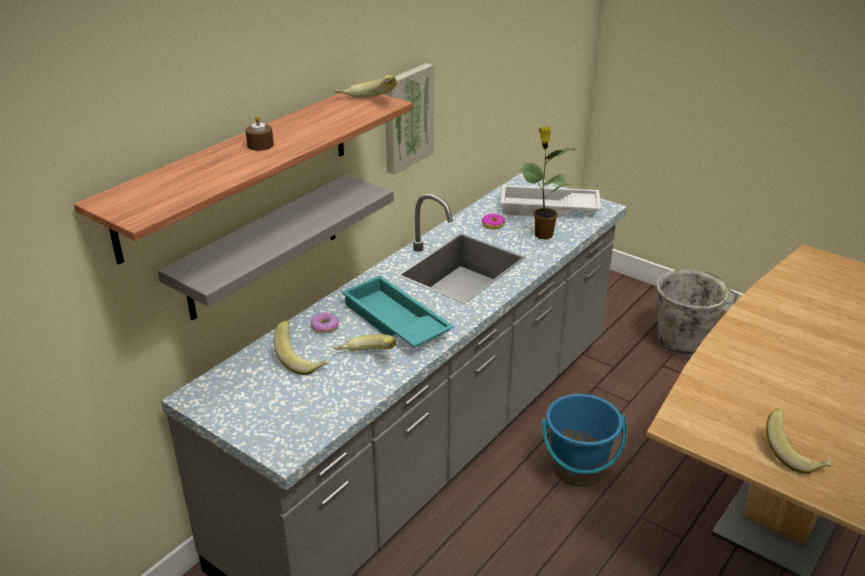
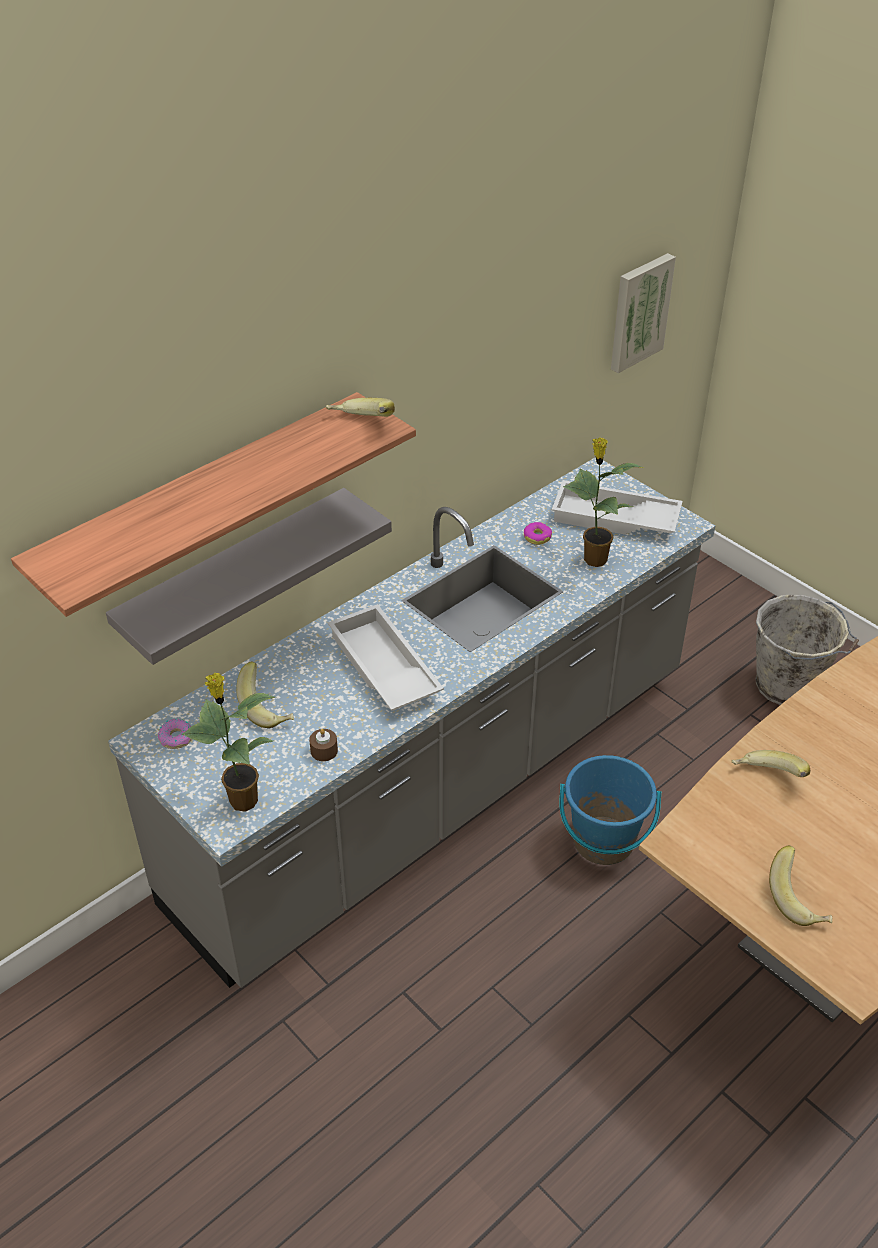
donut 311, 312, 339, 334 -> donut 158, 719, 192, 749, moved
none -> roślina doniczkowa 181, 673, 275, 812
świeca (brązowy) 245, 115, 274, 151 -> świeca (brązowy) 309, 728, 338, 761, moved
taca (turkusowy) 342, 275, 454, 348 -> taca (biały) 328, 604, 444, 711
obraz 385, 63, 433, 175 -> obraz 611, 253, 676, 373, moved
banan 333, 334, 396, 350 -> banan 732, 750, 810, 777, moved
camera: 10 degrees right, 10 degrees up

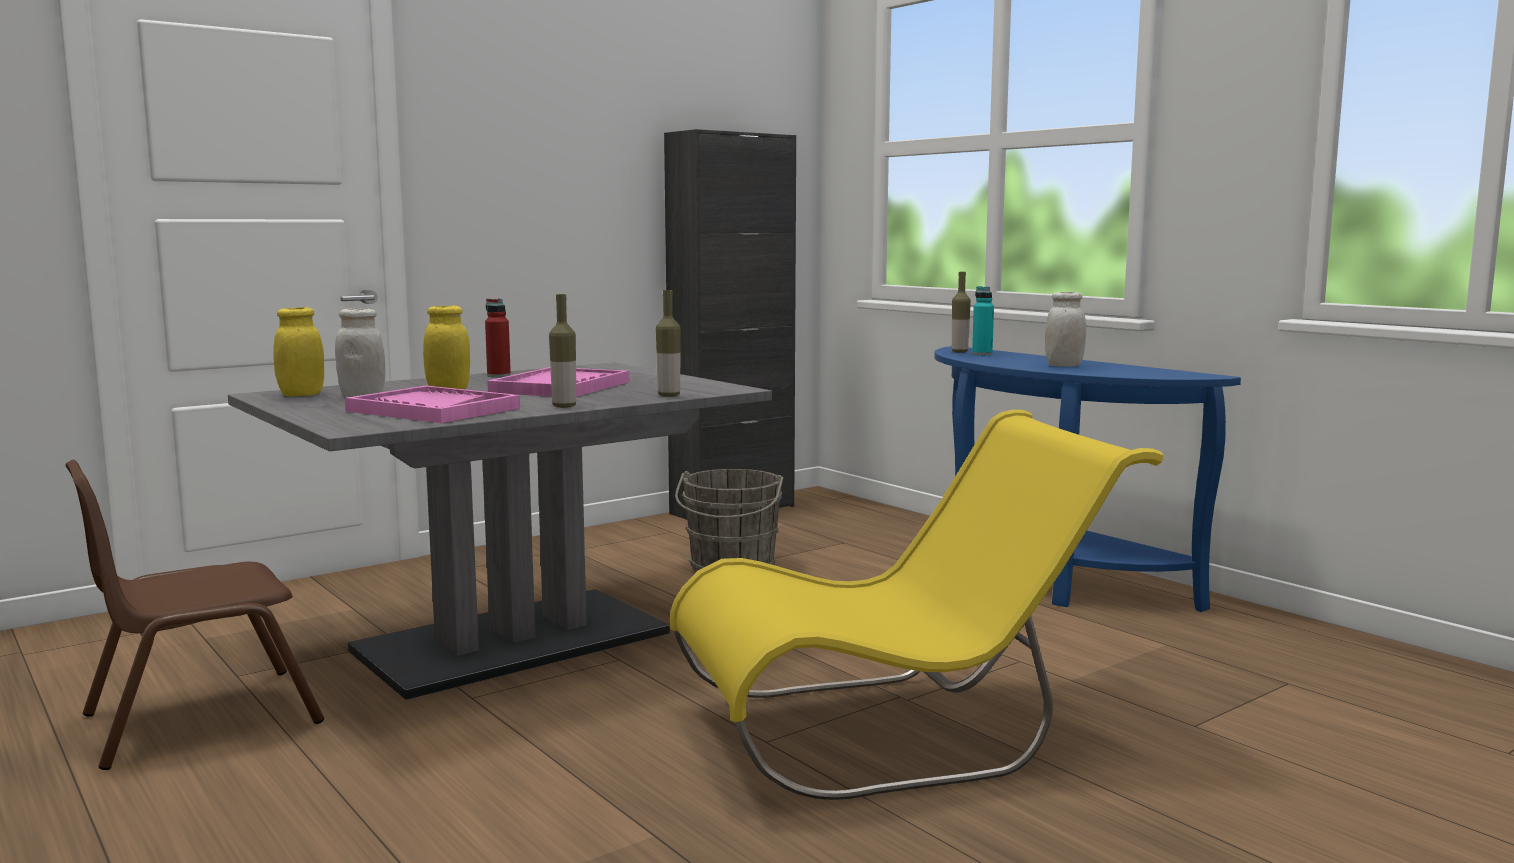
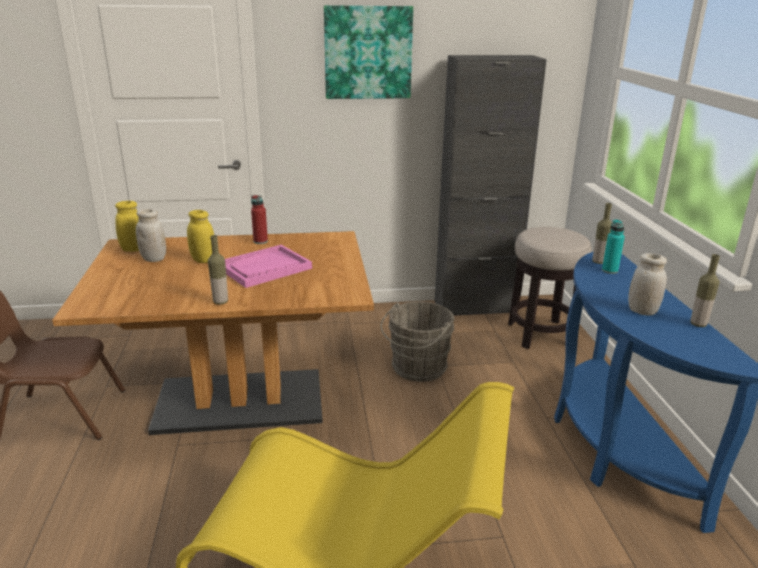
stół jadalny (szary) 228, 363, 772, 700 -> stół jadalny (brązowy) 52, 231, 374, 435
none -> obraz 324, 5, 413, 99
none -> stołek 508, 227, 592, 349
butelka 656, 290, 681, 397 -> butelka 691, 254, 720, 327, moved
taca (różowy) 345, 386, 520, 423 -> none
camera: 30 degrees right, 15 degrees up

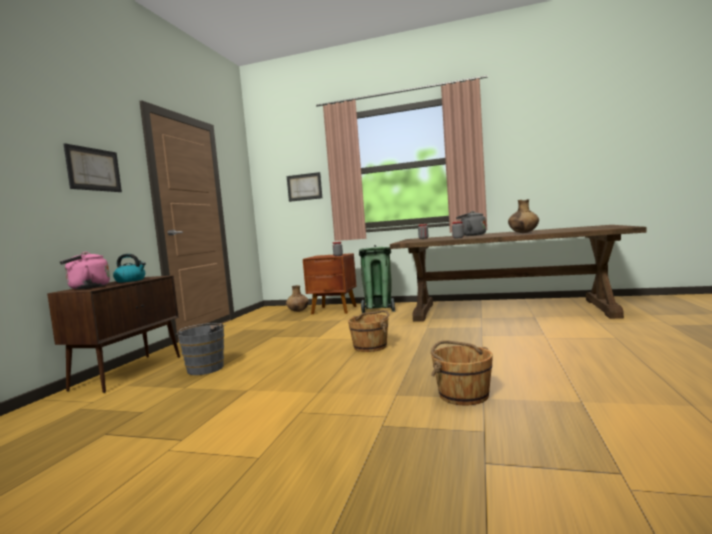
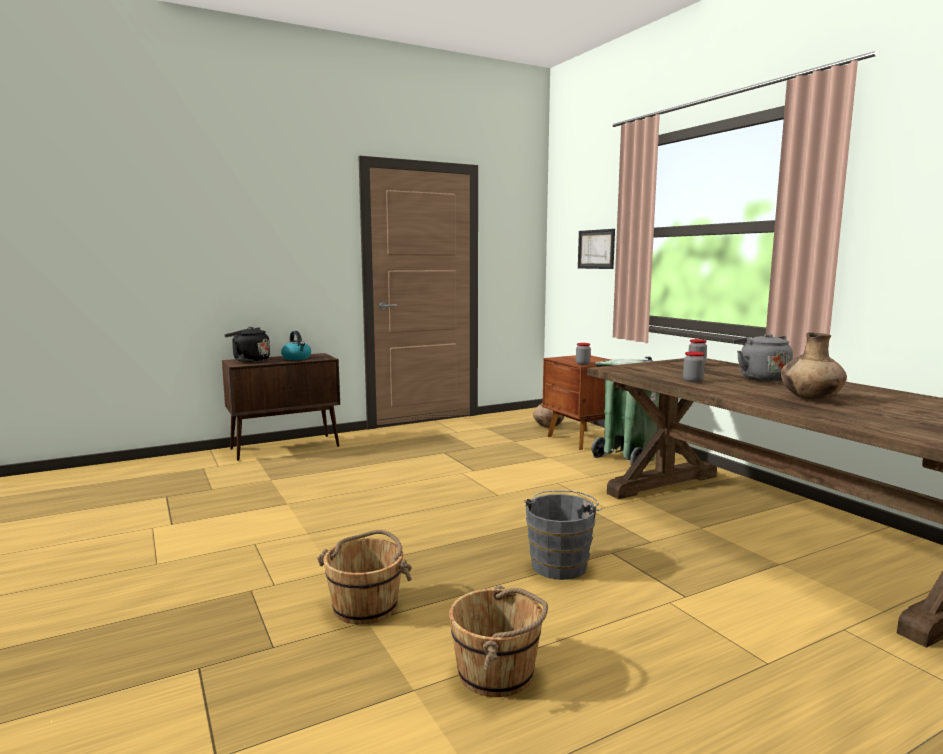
czajnik (różowy) 60, 252, 110, 289 -> czajnik (czarny) 224, 327, 270, 362
wiadro (brązowy) 348, 310, 389, 352 -> wiadro (brązowy) 449, 585, 548, 697, moved
wiadro (szary) 175, 323, 226, 375 -> wiadro (szary) 524, 490, 602, 580, moved
obraz 64, 143, 122, 192 -> none
camera: 45 degrees right, 5 degrees up

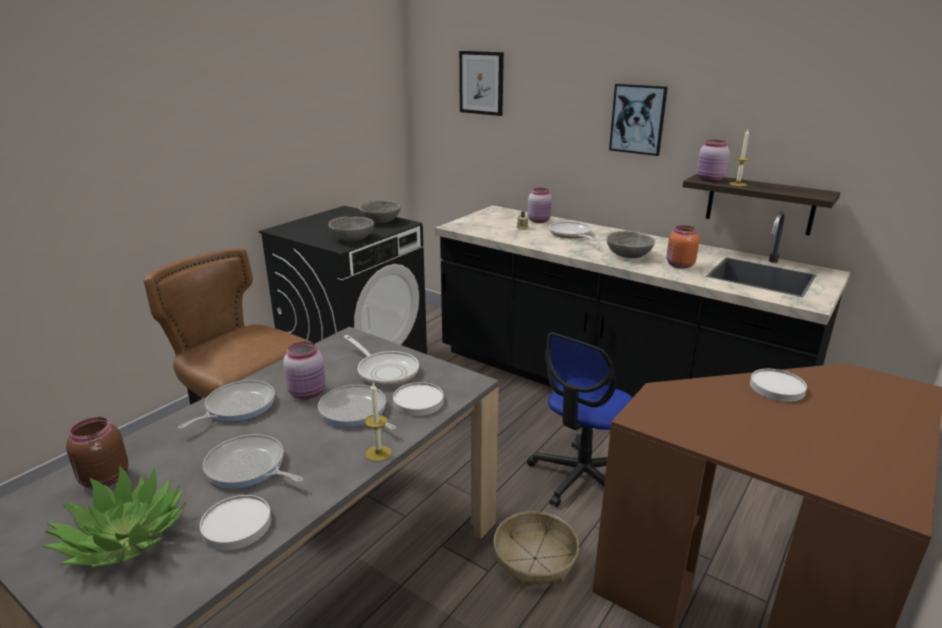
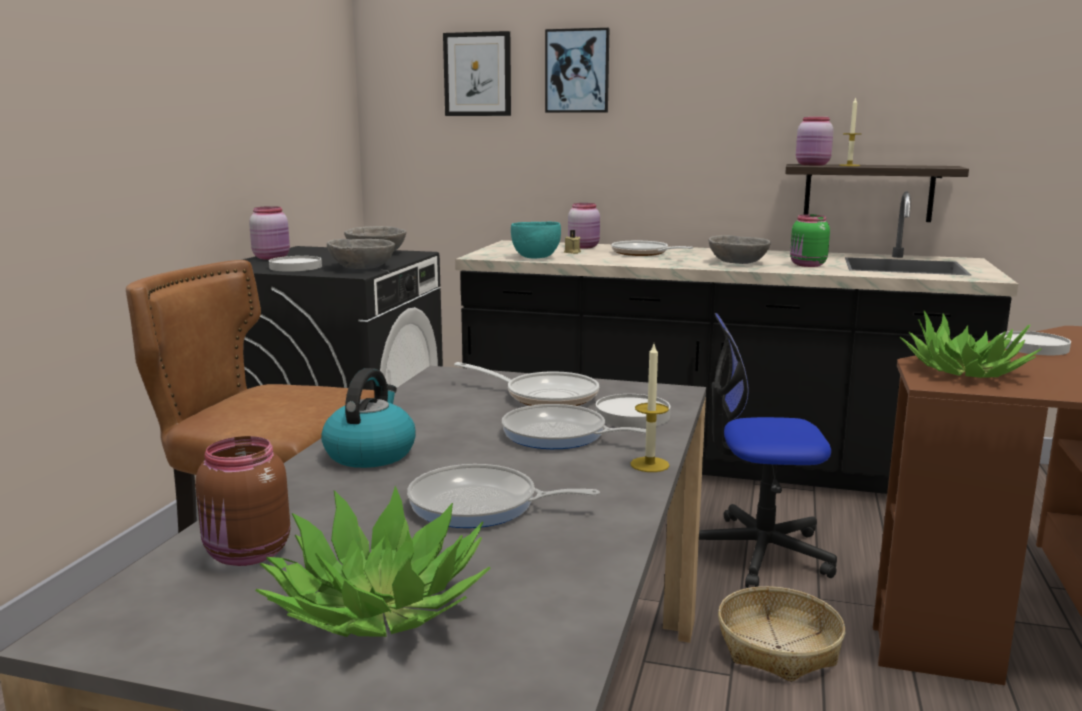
słoik (różowy) 283, 342, 326, 399 -> słoik (różowy) 249, 206, 290, 260, moved
talerz (biały) 200, 495, 271, 551 -> talerz (biały) 269, 256, 322, 272, moved
patelnia 178, 380, 275, 429 -> czajnik 321, 368, 416, 468
none -> miska (turkusowy) 511, 222, 561, 258
obraz 609, 84, 668, 156 -> obraz 545, 28, 609, 113, moved
krzesło biurowe 527, 332, 632, 507 -> krzesło biurowe 699, 313, 837, 588, 75 degrees clockwise
słoik (pomarańczowy) 666, 225, 699, 269 -> słoik (zielony) 790, 215, 830, 267
none -> roślina doniczkowa 899, 310, 1042, 378
camera: 20 degrees left, 10 degrees down

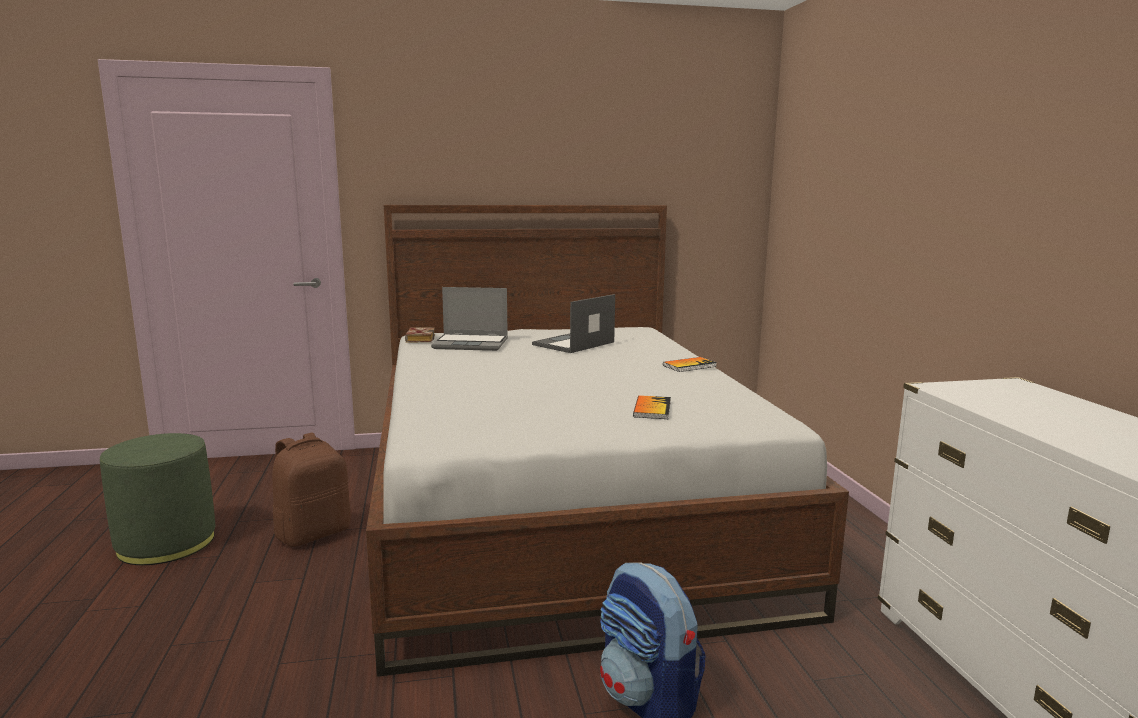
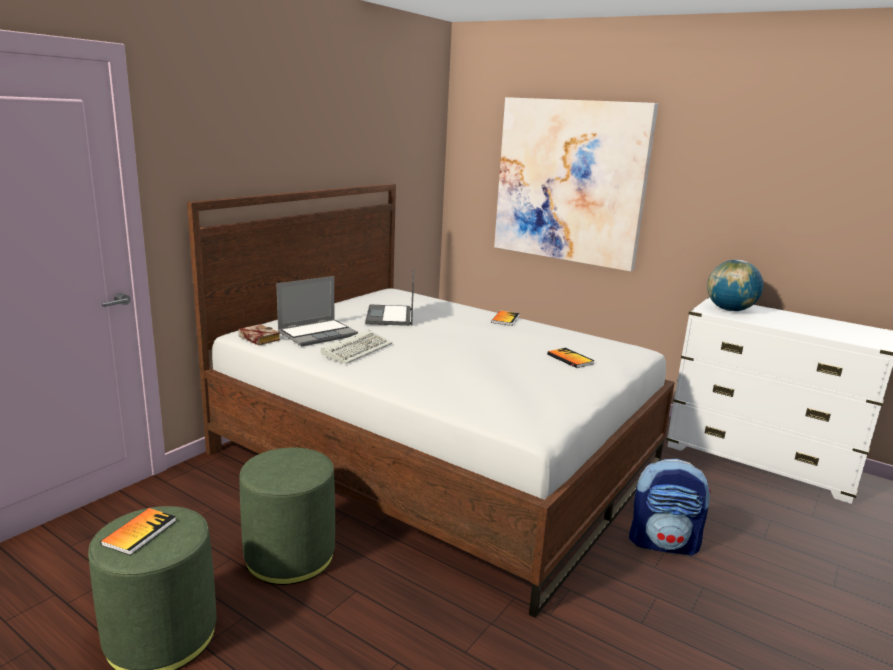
none -> książka 100, 508, 176, 555
plecak (brązowy) 272, 433, 351, 547 -> pufa (zielony) 239, 448, 335, 585
none -> klawiatura 320, 330, 392, 364
none -> obraz 494, 97, 658, 272
none -> globus 707, 260, 764, 311
camera: 45 degrees left, 5 degrees up

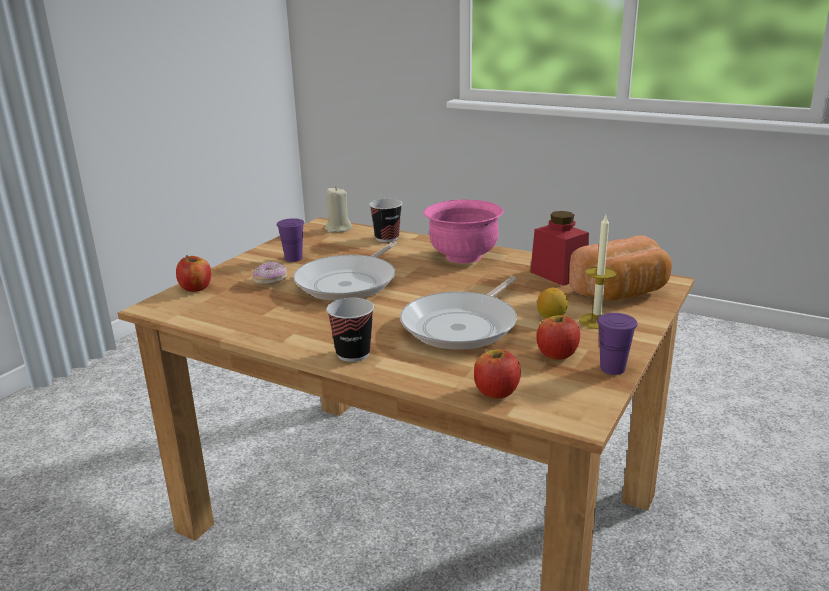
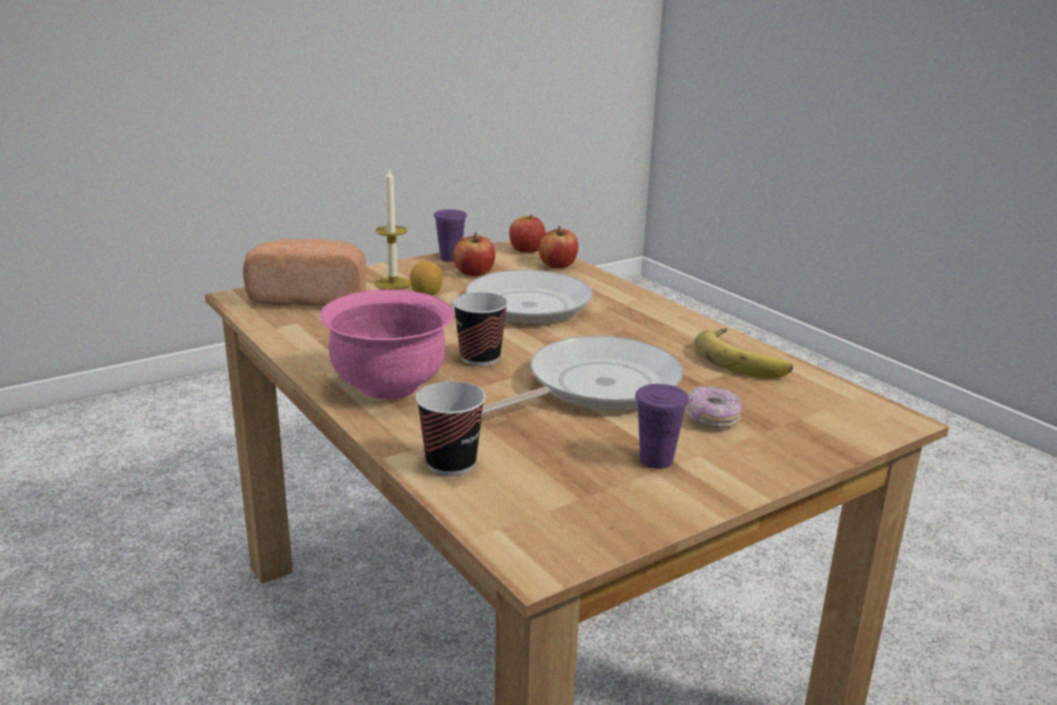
filiżanka 327, 298, 374, 362 -> filiżanka 453, 292, 508, 366, moved
jabłko 176, 255, 211, 292 -> jabłko 509, 215, 545, 253, moved
none -> banan 694, 328, 793, 379
świeca (beżowy) 325, 186, 352, 233 -> none
słoik (czerwony) 530, 211, 589, 286 -> none
camera: 155 degrees left, 0 degrees up

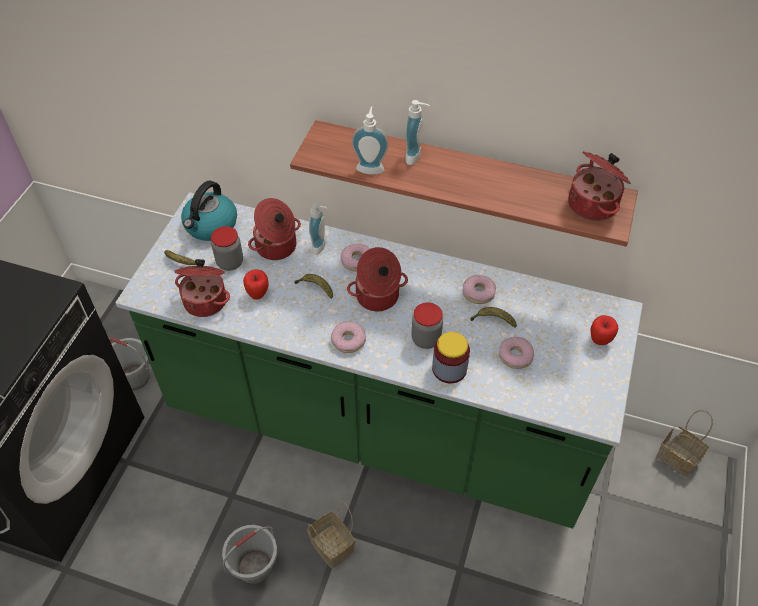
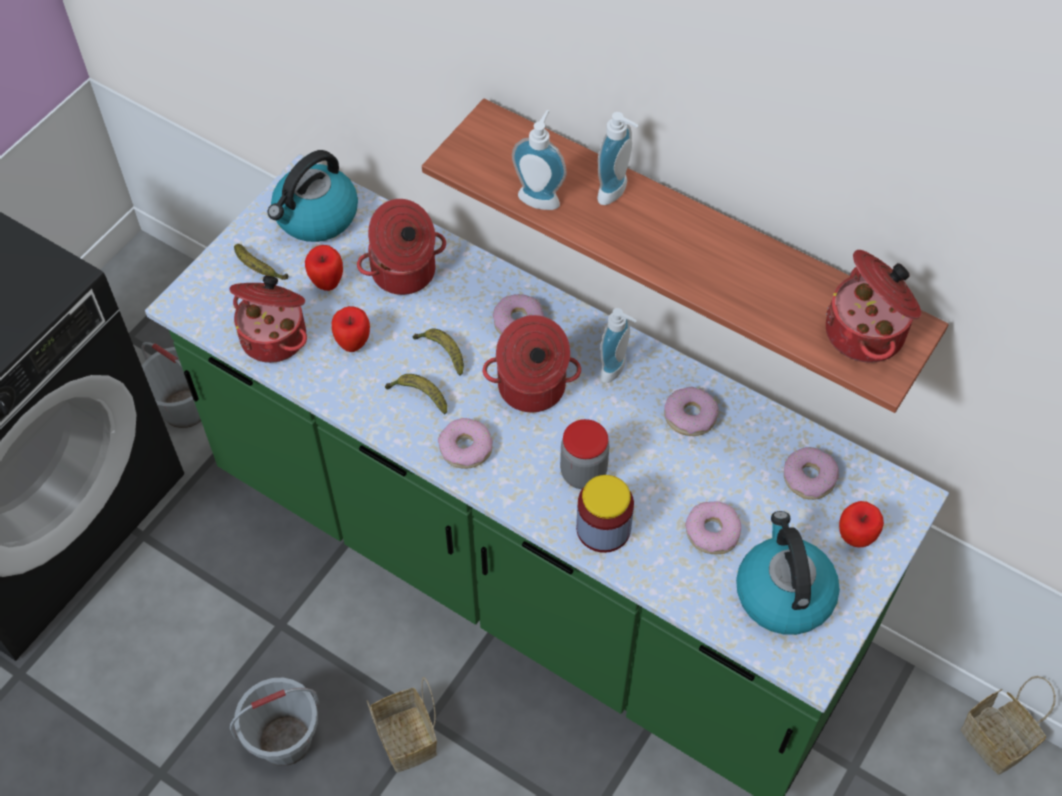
słoik 211, 226, 243, 271 -> jabłko 305, 245, 343, 291
banan 470, 307, 517, 328 -> banan 385, 374, 447, 414, moved
dozownik mydła 309, 203, 328, 255 -> dozownik mydła 600, 308, 637, 383, moved
none -> czajnik 736, 511, 840, 635
none -> donut 784, 447, 839, 500
camera: 15 degrees right, 5 degrees up

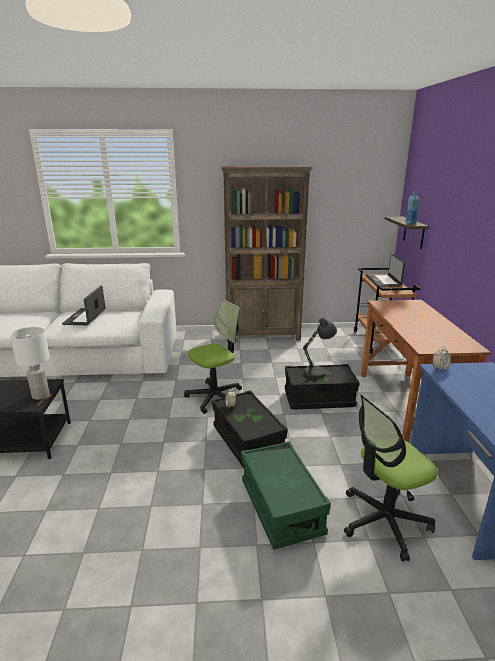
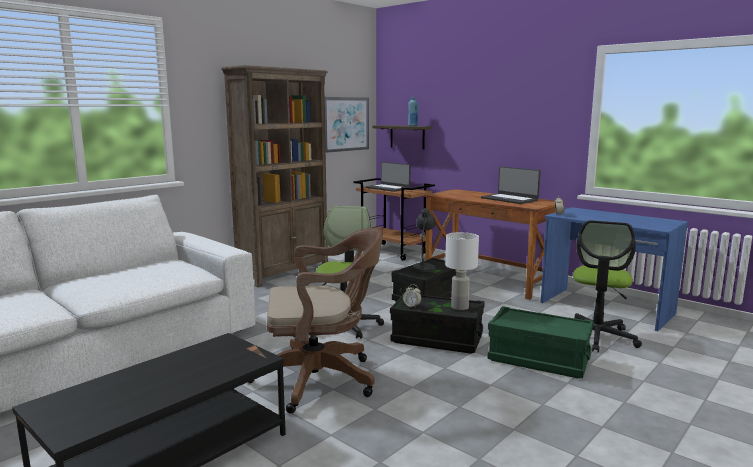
none -> krzesło biurowe (brązowy) 248, 228, 383, 413
none -> obraz 324, 97, 369, 153
lampa stołowa (biały) 10, 327, 50, 400 -> lampa stołowa (biały) 445, 232, 479, 310, moved
laptop 62, 286, 106, 325 -> laptop 481, 166, 541, 204, moved
camera: 45 degrees left, 10 degrees down

